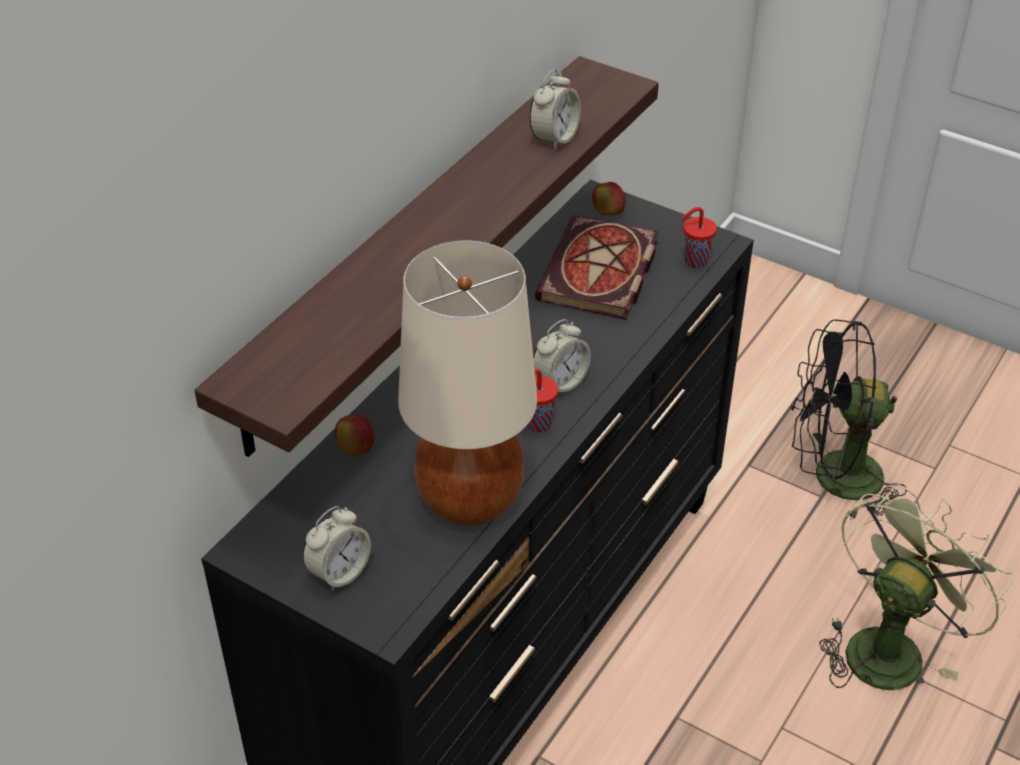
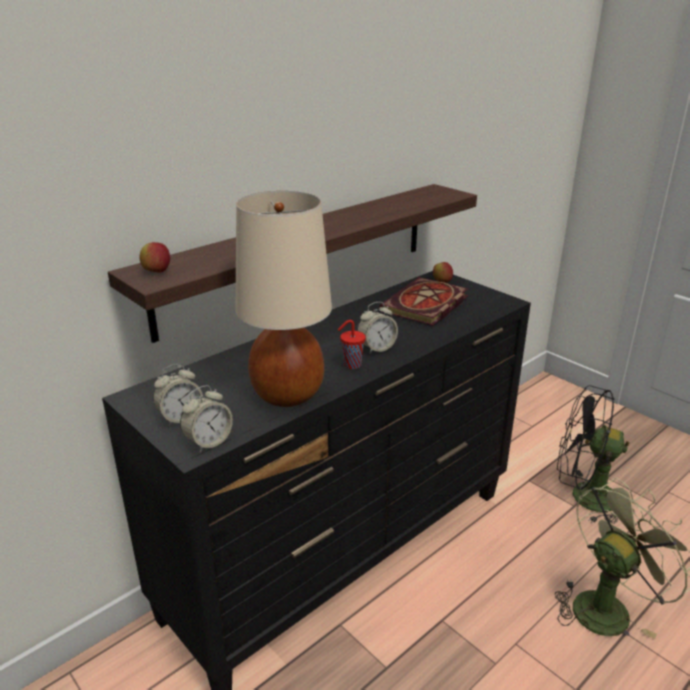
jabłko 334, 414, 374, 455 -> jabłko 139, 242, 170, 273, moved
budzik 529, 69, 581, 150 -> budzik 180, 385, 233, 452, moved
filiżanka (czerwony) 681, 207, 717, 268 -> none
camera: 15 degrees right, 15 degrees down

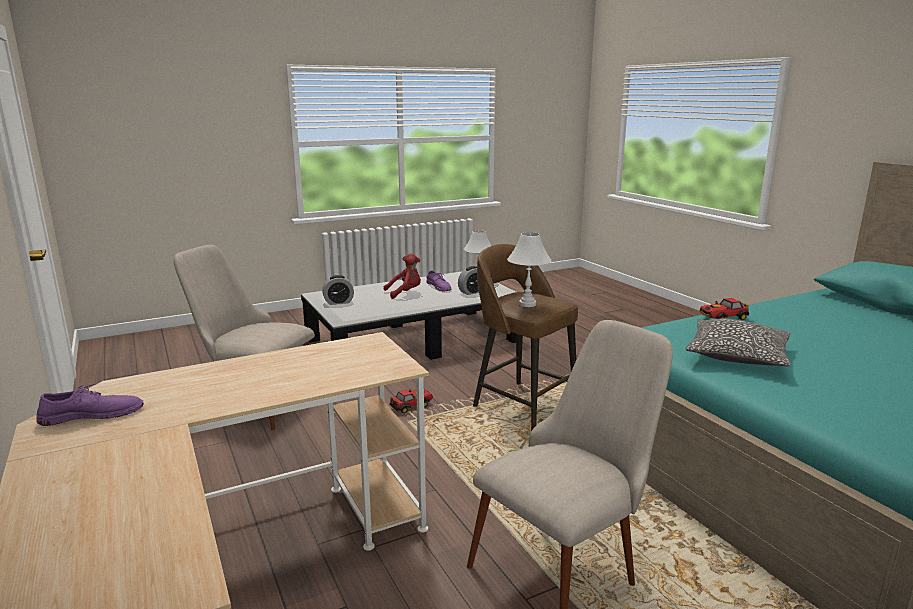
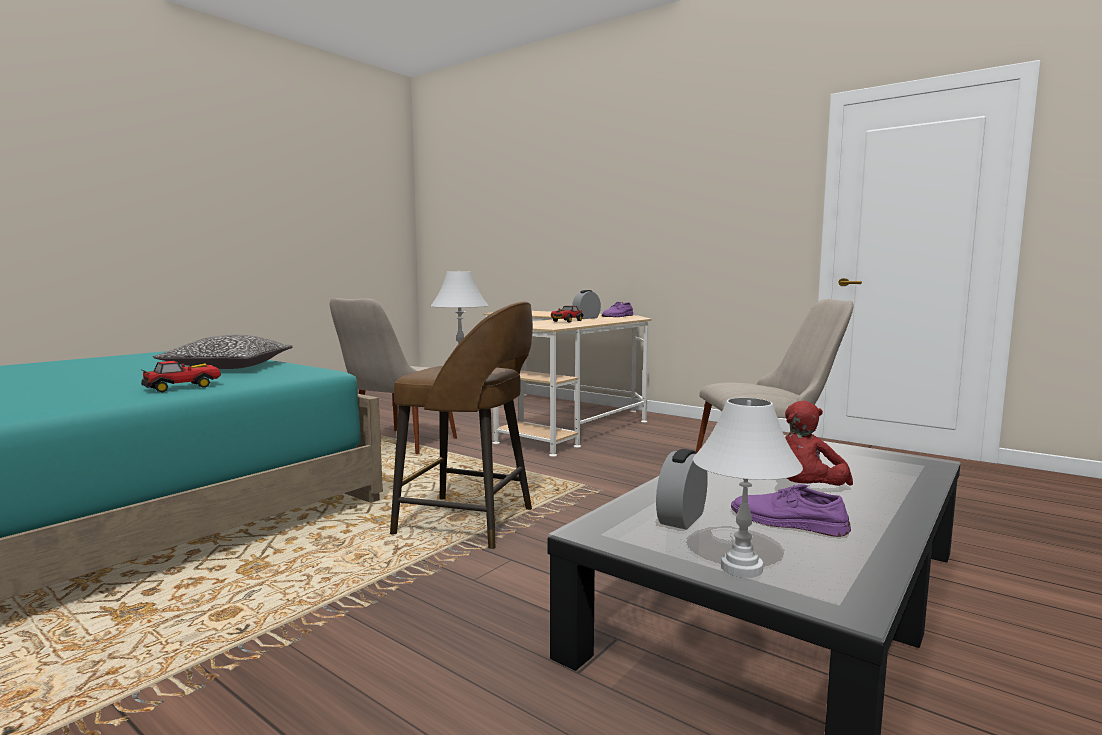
samochodzik 390, 389, 433, 413 -> samochodzik 551, 306, 583, 322, moved
budzik 322, 275, 354, 305 -> budzik 572, 290, 601, 319, moved
camera: 155 degrees right, 10 degrees down

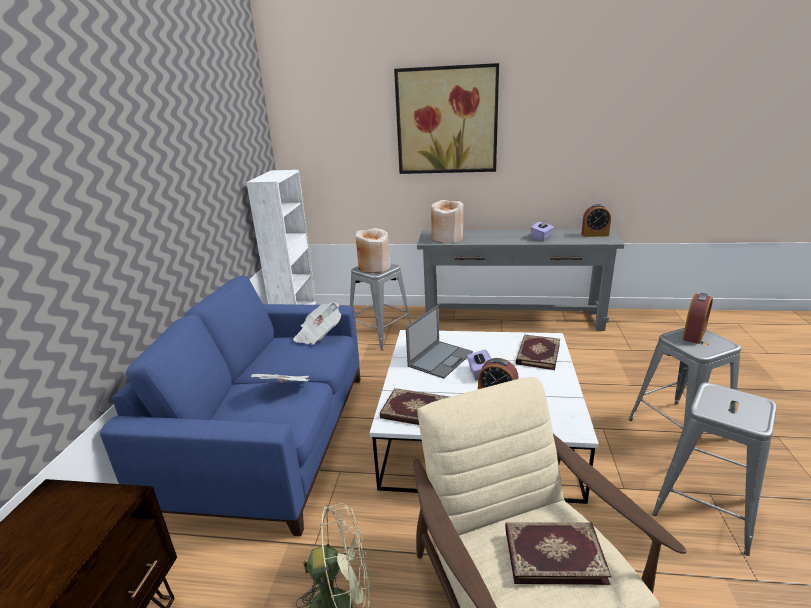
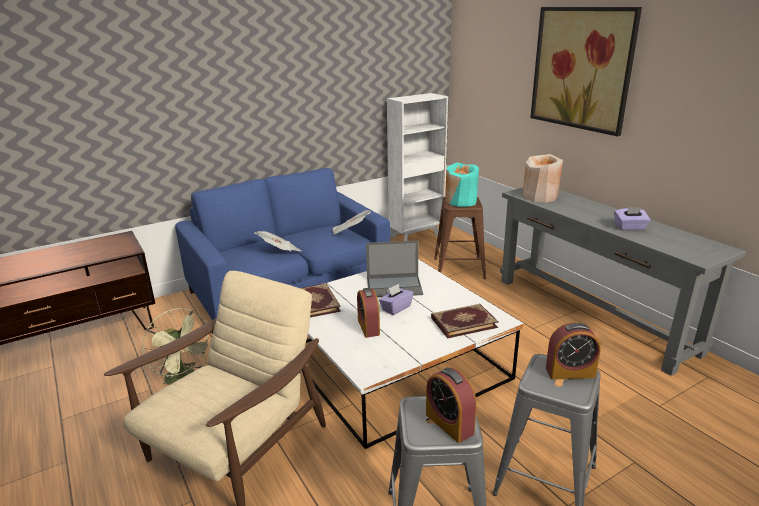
budzik 581, 204, 611, 237 -> budzik 426, 368, 477, 443, moved
stołek (szary) 350, 263, 412, 350 -> stołek (brązowy) 434, 197, 486, 279
wazon (beżowy) 356, 228, 391, 273 -> wazon (turkusowy) 445, 163, 479, 207
książka 505, 523, 612, 585 -> none
camera: 50 degrees right, 0 degrees up

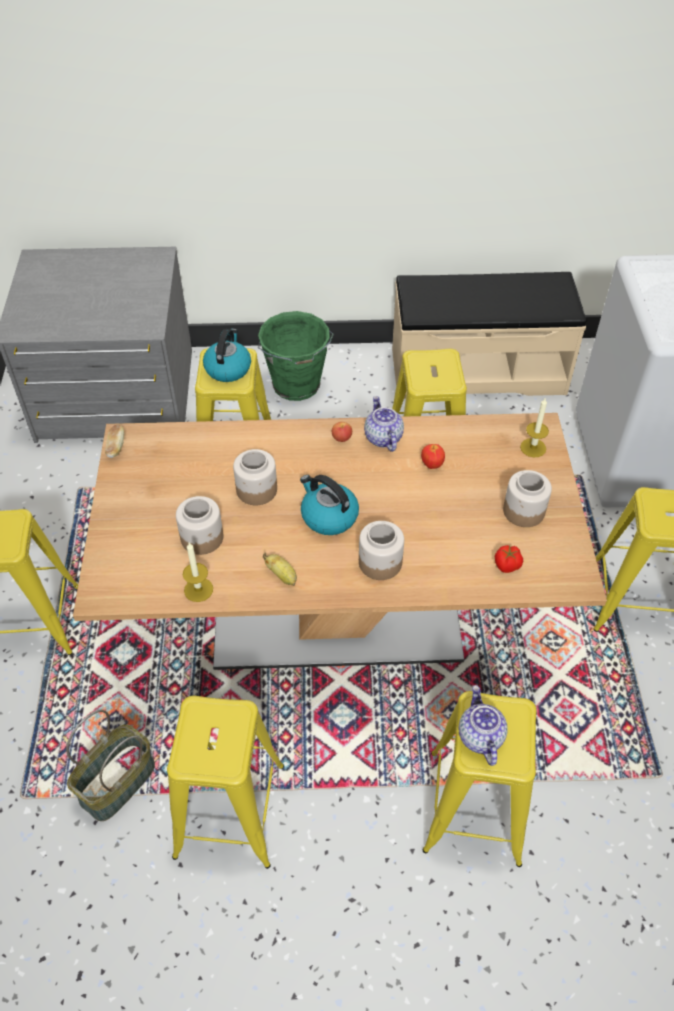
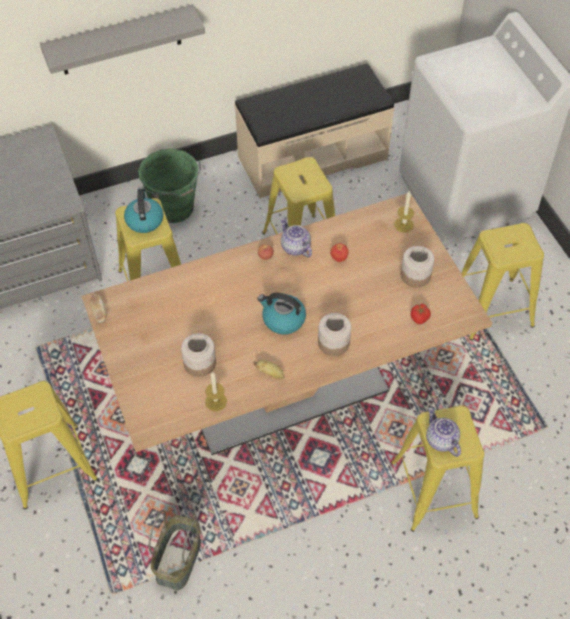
none -> półka (szary) 40, 5, 205, 75
stołek (żółty) 167, 696, 284, 869 -> none
słoik 233, 449, 277, 505 -> none
camera: 20 degrees left, 5 degrees up

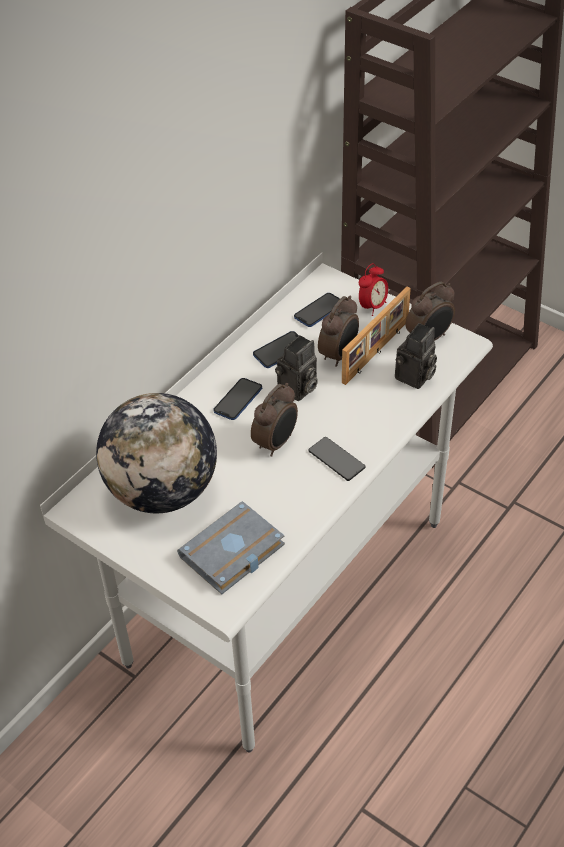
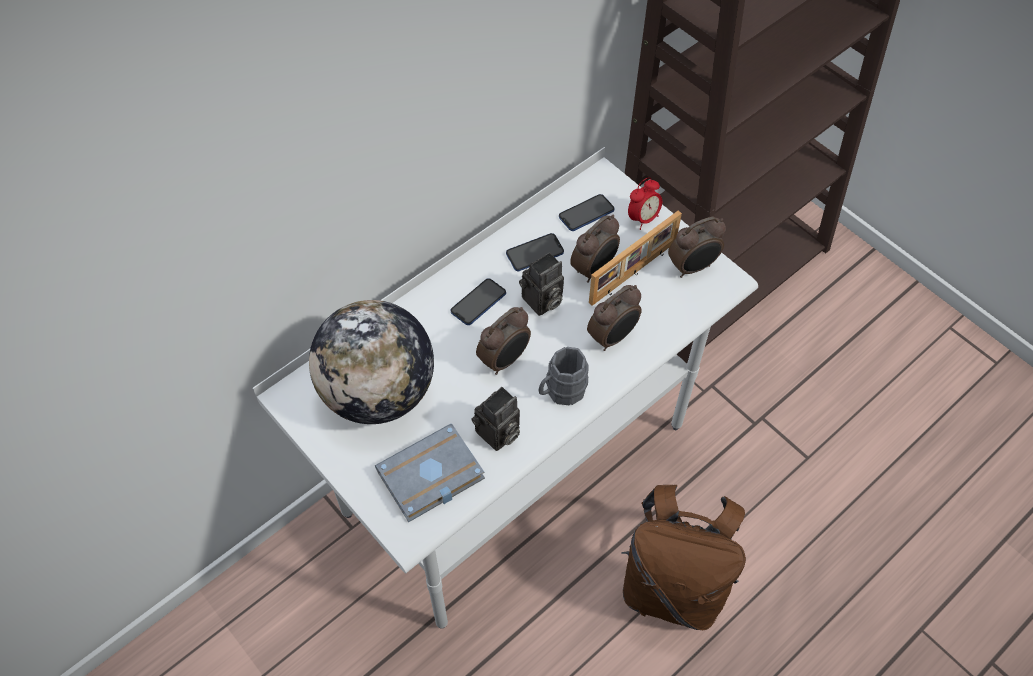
aparat fotograficzny 395, 323, 437, 389 -> aparat fotograficzny 472, 387, 520, 451, moved
telefon 308, 437, 366, 481 -> kubek (szary) 539, 347, 588, 405
none -> budzik 587, 285, 642, 351
none -> plecak (brązowy) 621, 485, 746, 630
camera: 10 degrees right, 10 degrees up

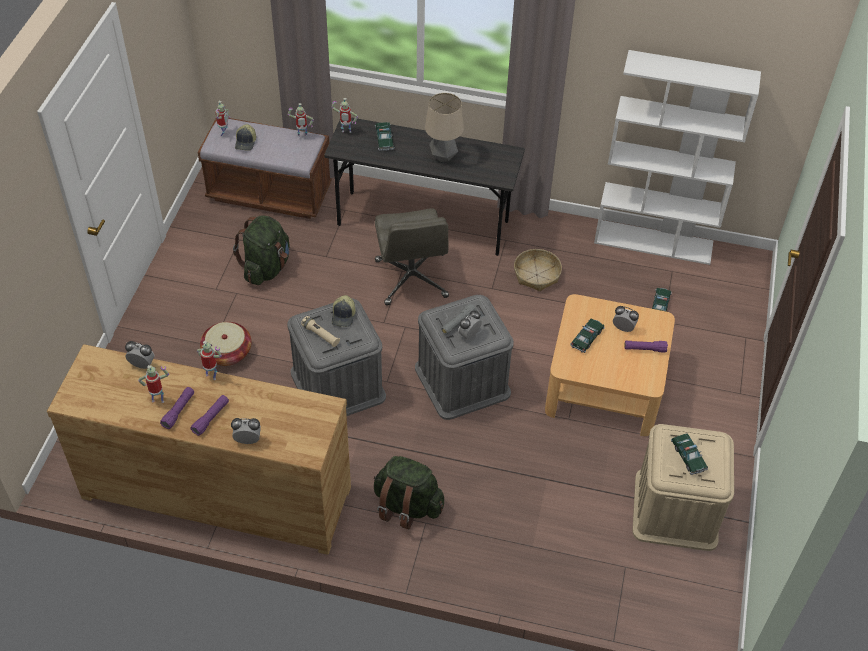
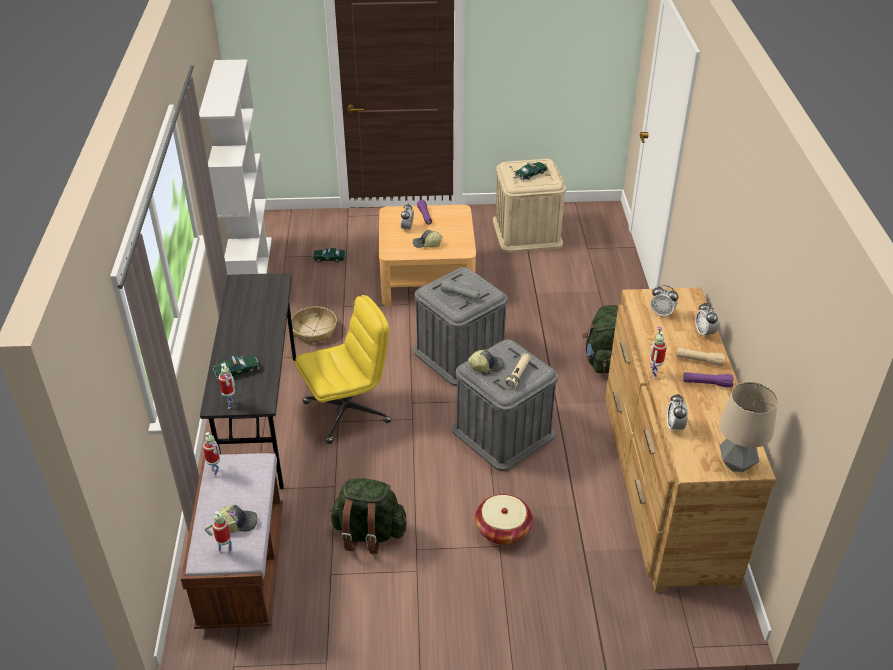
krzesło biurowe (szary) 375, 208, 449, 306 -> krzesło biurowe (żółty) 295, 295, 391, 444
samochodzik 570, 318, 605, 353 -> czapka z daszkiem 413, 230, 442, 248
budzik 458, 311, 482, 339 -> budzik 651, 285, 678, 317, moved
latarka (fioletowy) 191, 395, 229, 436 -> latarka (beżowy) 676, 348, 725, 366
lampa stołowa 425, 93, 464, 162 -> lampa stołowa 719, 382, 778, 472, moved
robot zabawkowy 138, 365, 169, 403 -> none
camera: 105 degrees left, 10 degrees down

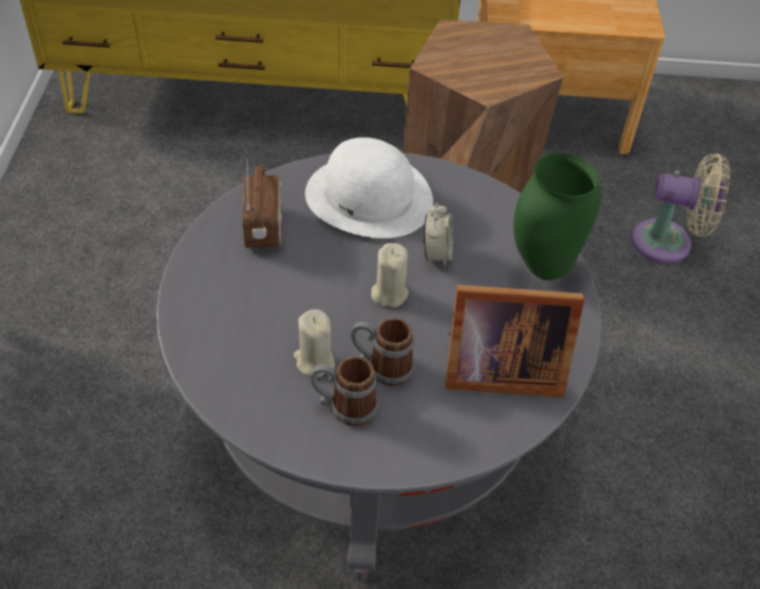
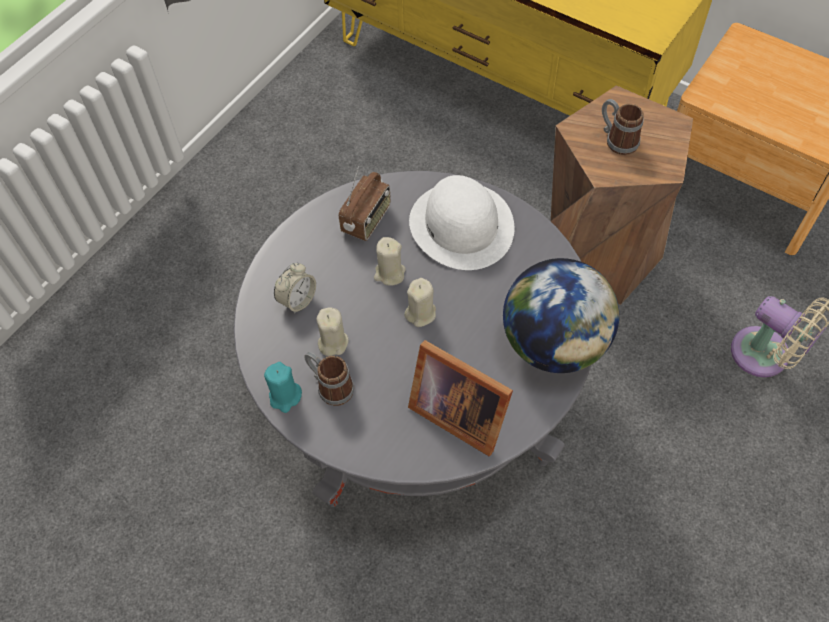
none -> świeca (turkusowy) 264, 362, 302, 413
budzik 423, 203, 453, 267 -> budzik 274, 263, 316, 314, moved
none -> świeca (beżowy) 374, 237, 406, 286
wazon (zielony) 513, 153, 602, 280 -> globus 503, 258, 619, 373
kubek 351, 318, 414, 386 -> kubek 602, 99, 644, 155, moved
camera: 35 degrees right, 10 degrees up

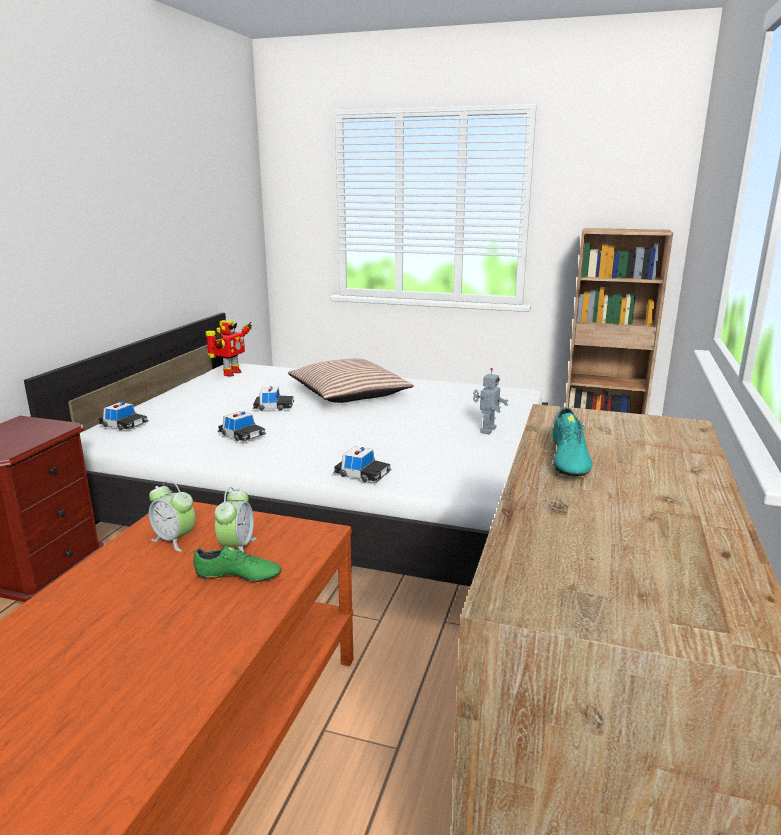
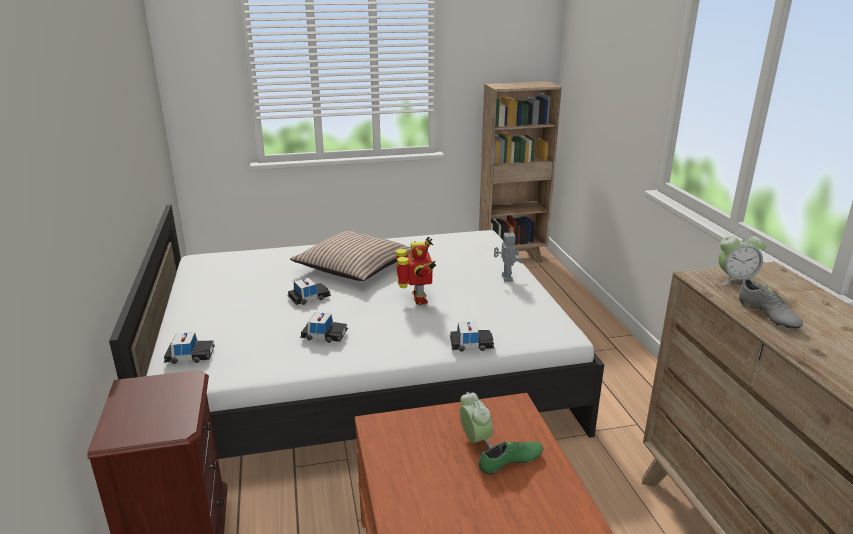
robot zabawkowy 206, 320, 252, 376 -> robot zabawkowy 396, 237, 436, 305, moved
budzik 149, 481, 195, 552 -> budzik 718, 230, 766, 285, moved
but (turkusowy) 553, 407, 592, 478 -> but (szary) 739, 279, 803, 329
camera: 30 degrees left, 5 degrees up

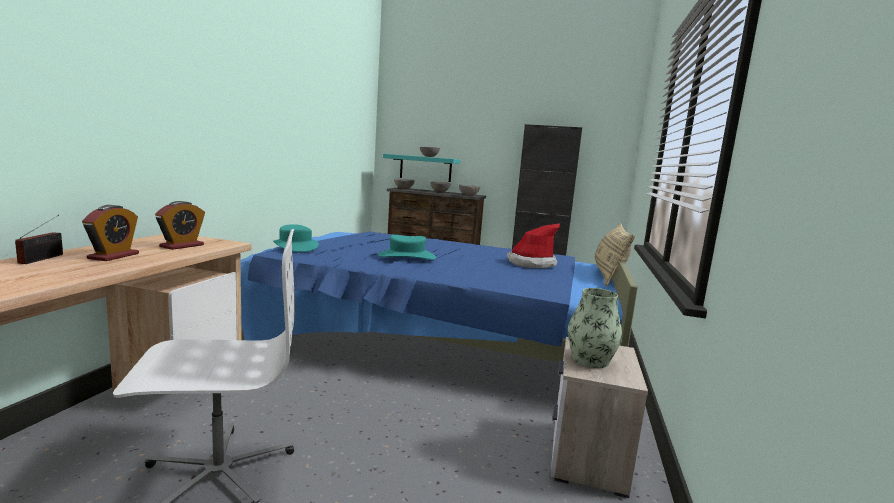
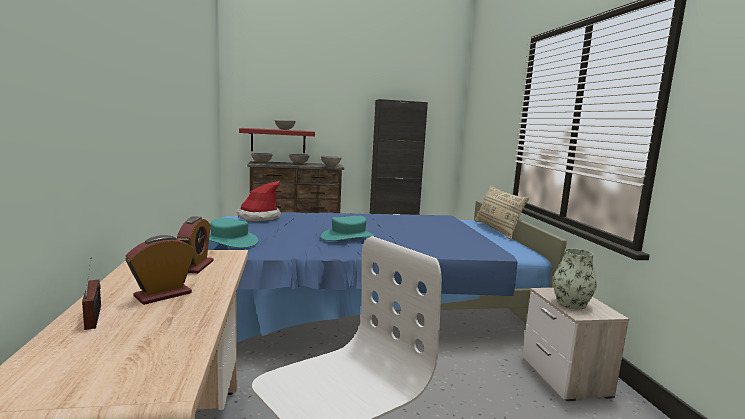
budzik 82, 205, 139, 261 -> budzik 125, 235, 195, 305, 120 degrees counterclockwise
kapelusz 507, 223, 560, 268 -> kapelusz 236, 181, 281, 222, moved
półka (turkusowy) 383, 154, 461, 182 -> półka (czerwony) 239, 128, 315, 153
camera: 25 degrees left, 0 degrees up

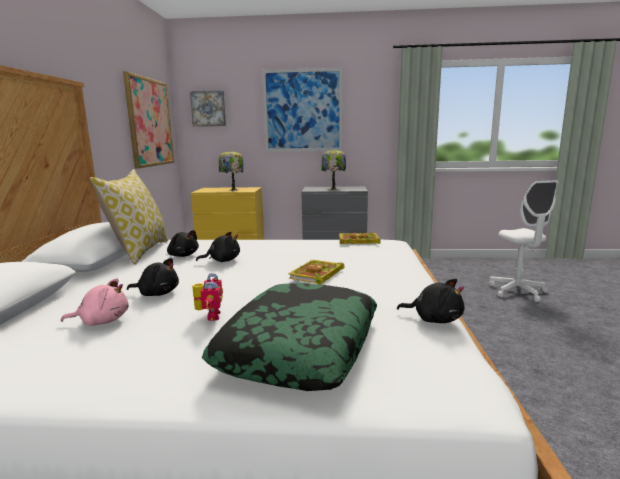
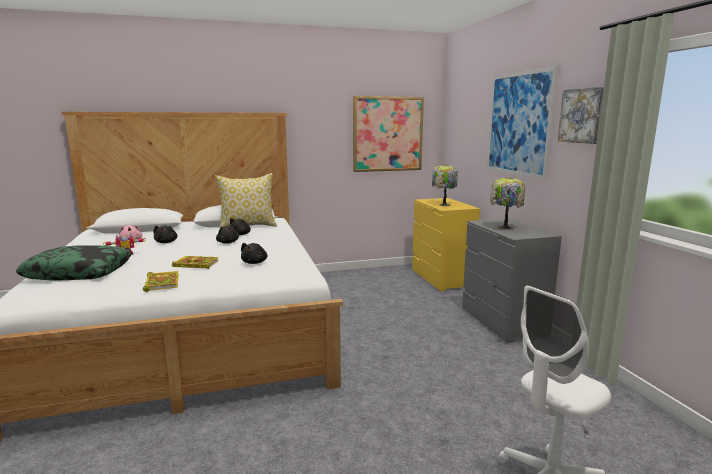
książka 339, 233, 381, 244 -> książka 143, 271, 179, 292, moved
pluszak (czarny) 397, 279, 465, 323 -> pluszak (czarny) 241, 243, 268, 264, moved
obraz 190, 91, 226, 127 -> obraz 558, 87, 604, 144, moved
camera: 70 degrees right, 0 degrees up

